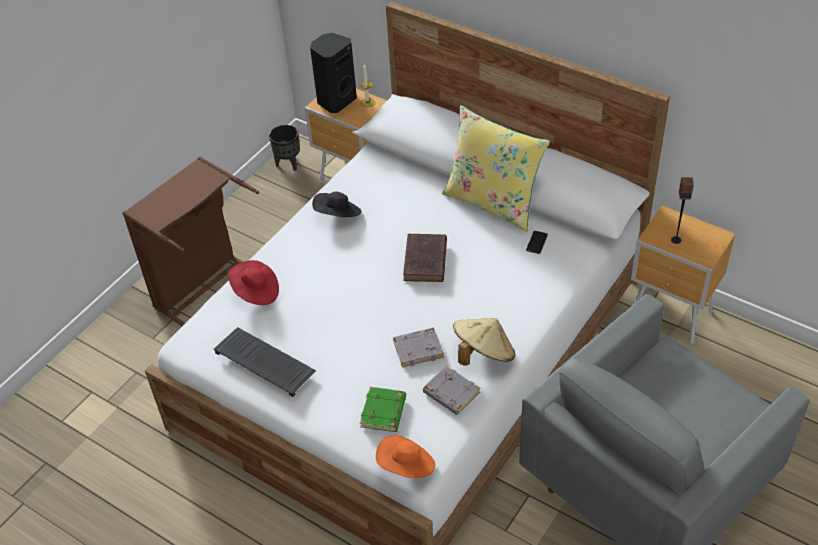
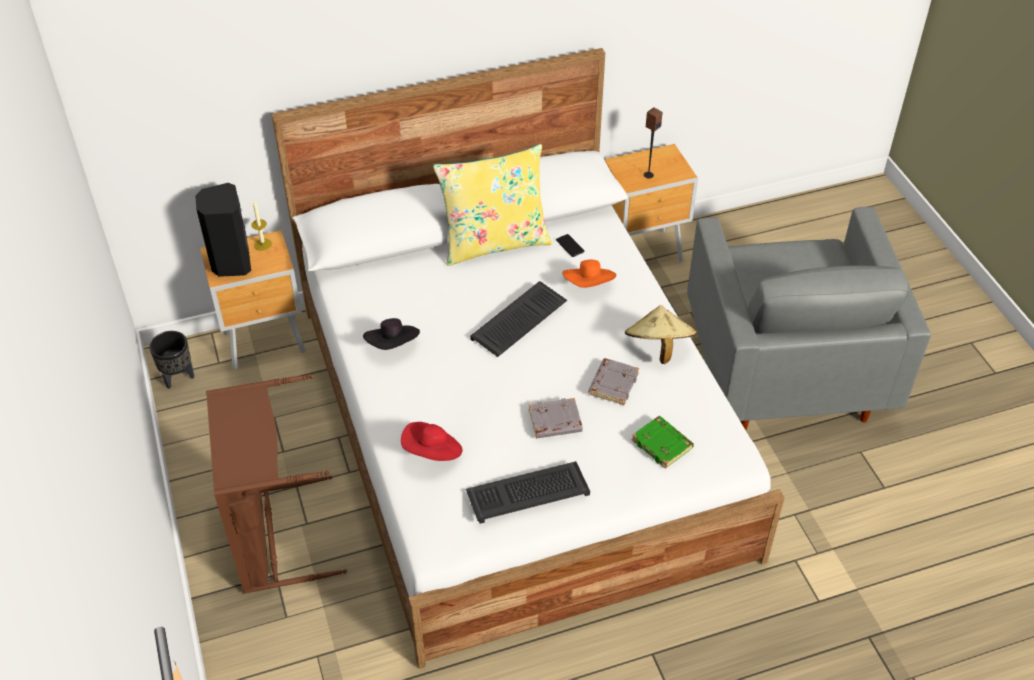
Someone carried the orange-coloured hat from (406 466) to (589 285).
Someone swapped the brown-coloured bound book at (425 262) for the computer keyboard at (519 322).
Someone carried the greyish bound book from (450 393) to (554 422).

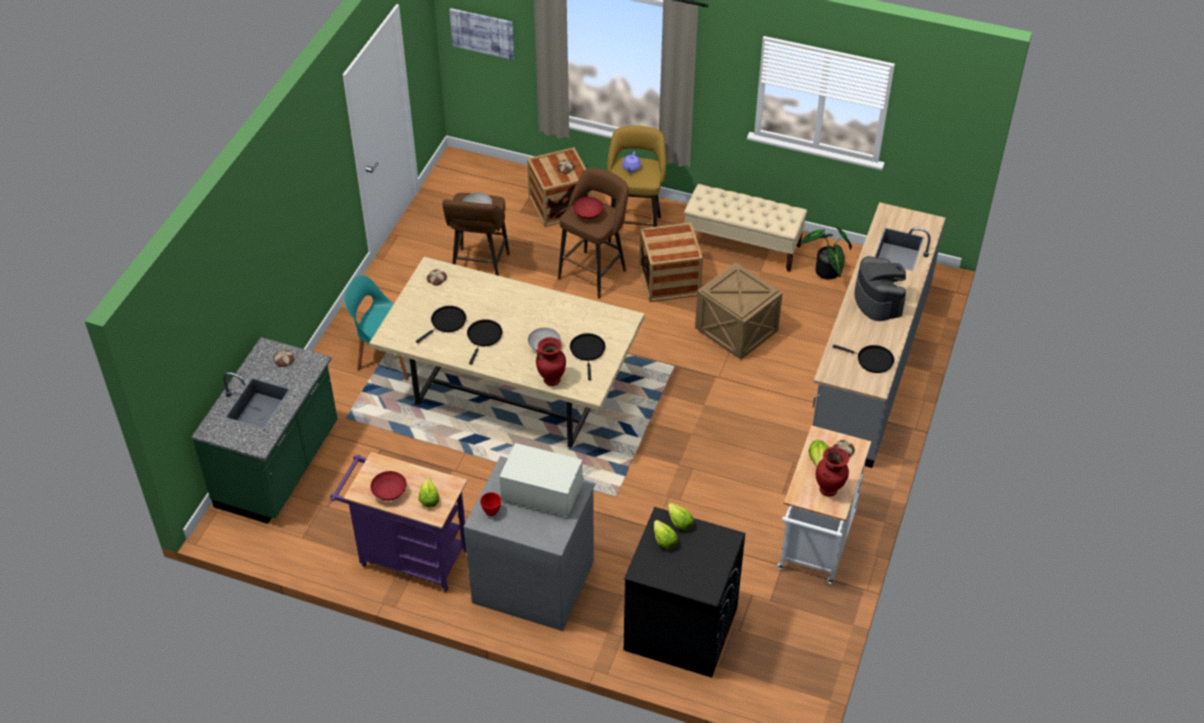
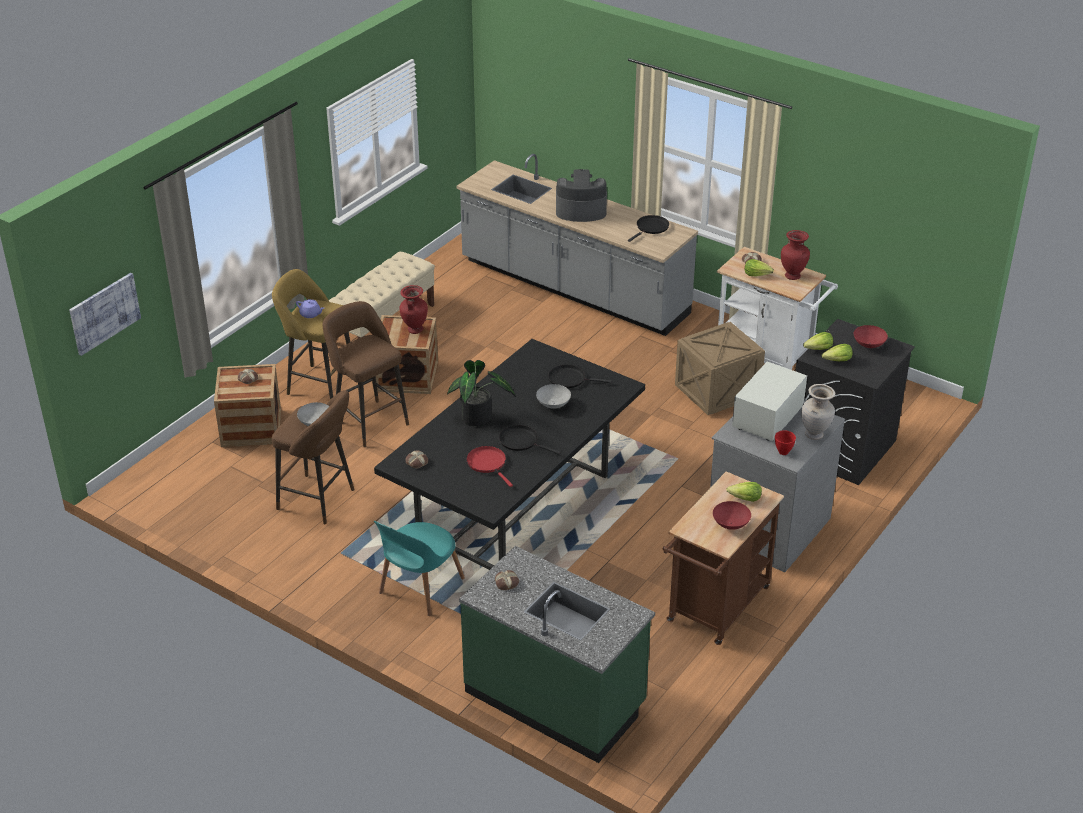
Someone repainted the purple-coloured wheeled cart at (408 557), which became the brown-coloured wheeled cart at (715 609).
Someone repainted the beige dinner table at (512 392), which became the black-coloured dinner table at (515 504).
Someone repainted the black-coloured pan at (446 322), which became the reddish pan at (488 463).
Someone carried the reddish vase from (551 380) to (414 330).
Someone carried the reddish bowl from (588 215) to (868 344).
Someone carried the packing crate from (737 331) to (718 391).
Someone carried the plant in a pot from (826 273) to (479 419).
Someone put down the beige vase at (815 435).

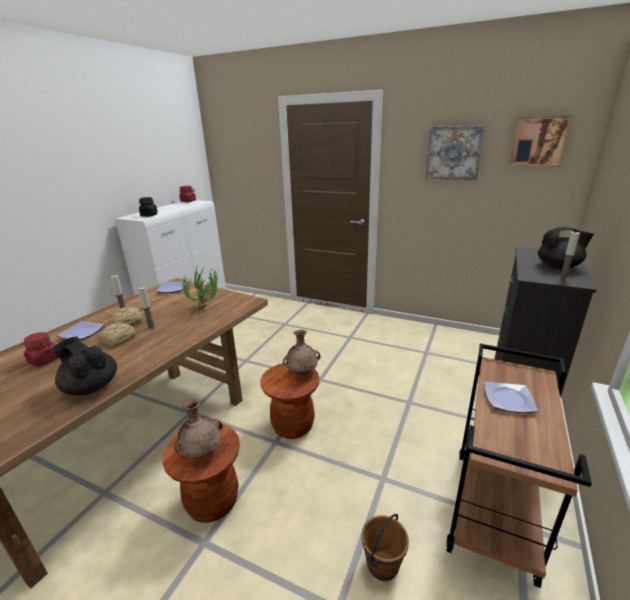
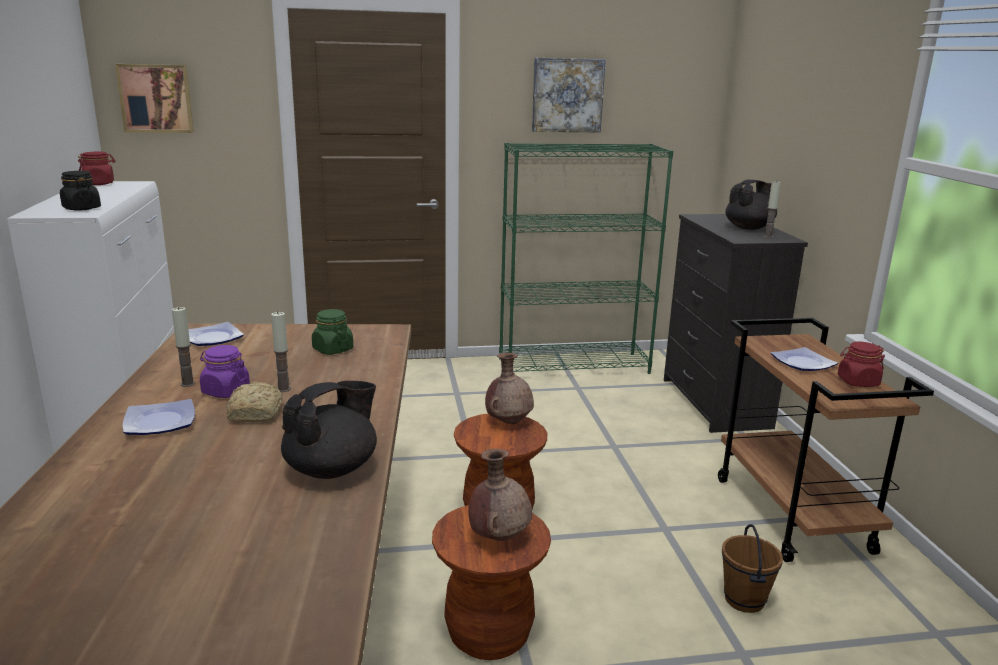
Someone carried the reddish preserve jar from (44 360) to (857 382).
Someone rotated the black-coloured pot for tea at (91 387) by 135 degrees clockwise.
Someone swapped the bread at (129 322) for the purple-coloured preserve jar at (225 391).
Someone swapped the plant in a pot at (207 307) for the greenish preserve jar at (332 349).
Someone carried the wall art from (538 141) to (156 98).
Someone put down the greenish shelving unit at (574 365).

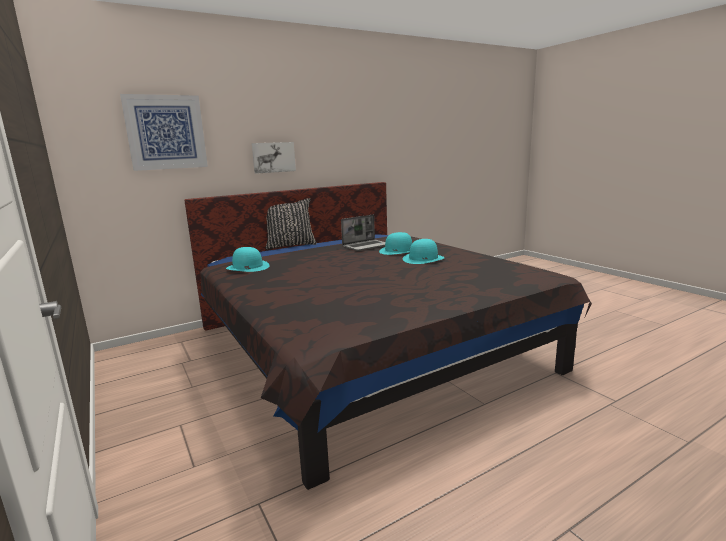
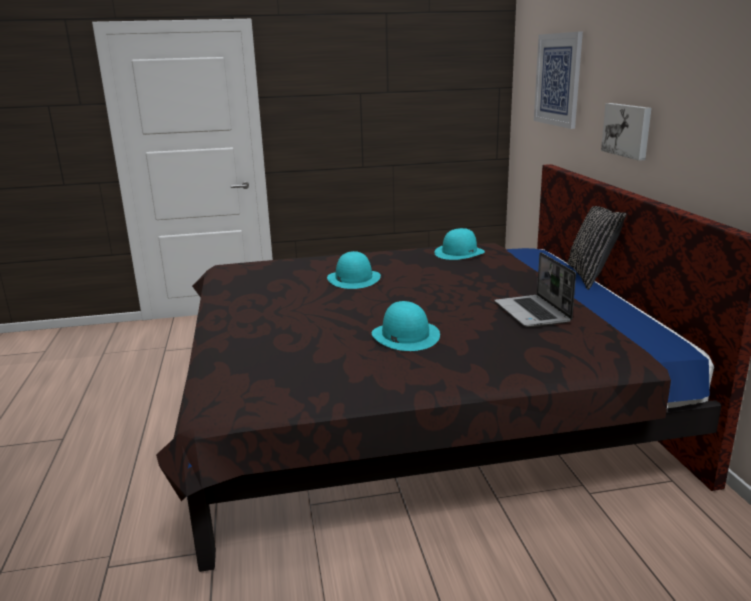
Someone carried the turquoise-coloured hat from (398 251) to (353 279).

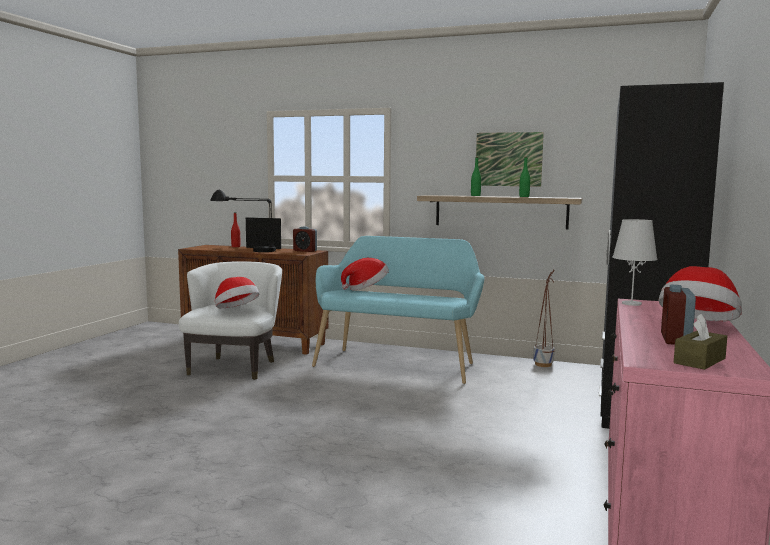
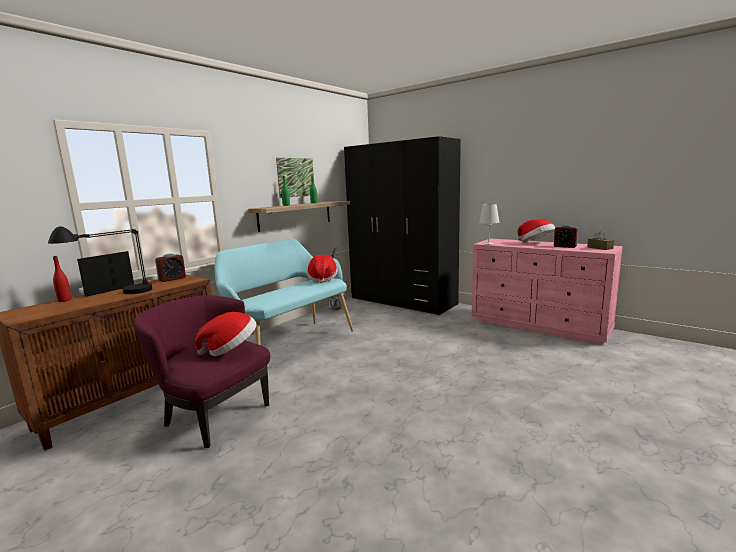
Someone repainted the white easy chair at (235 367), which became the purple-coloured easy chair at (214 415).
Someone carried the hat from (366 289) to (322 279).

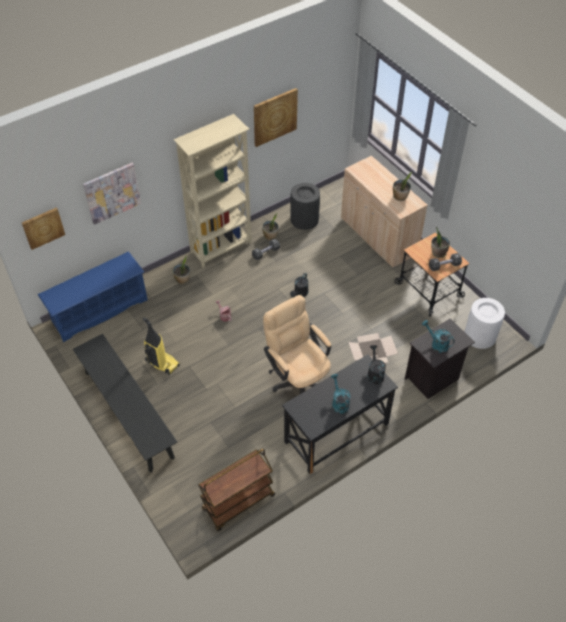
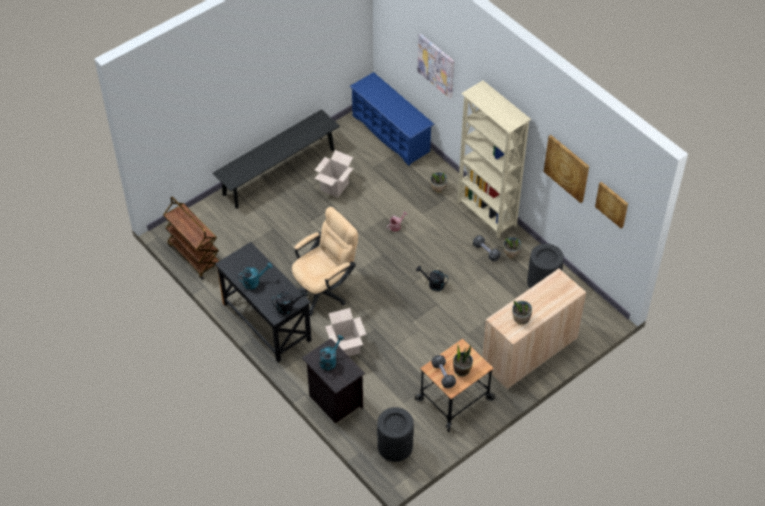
Someone carried the wall art from (43 227) to (612 204).
Someone swapped the vacuum at (162 364) for the cardboard box at (334 187).
Someone repainted the white rubbish bin at (480 336), which became the black-coloured rubbish bin at (395 446).

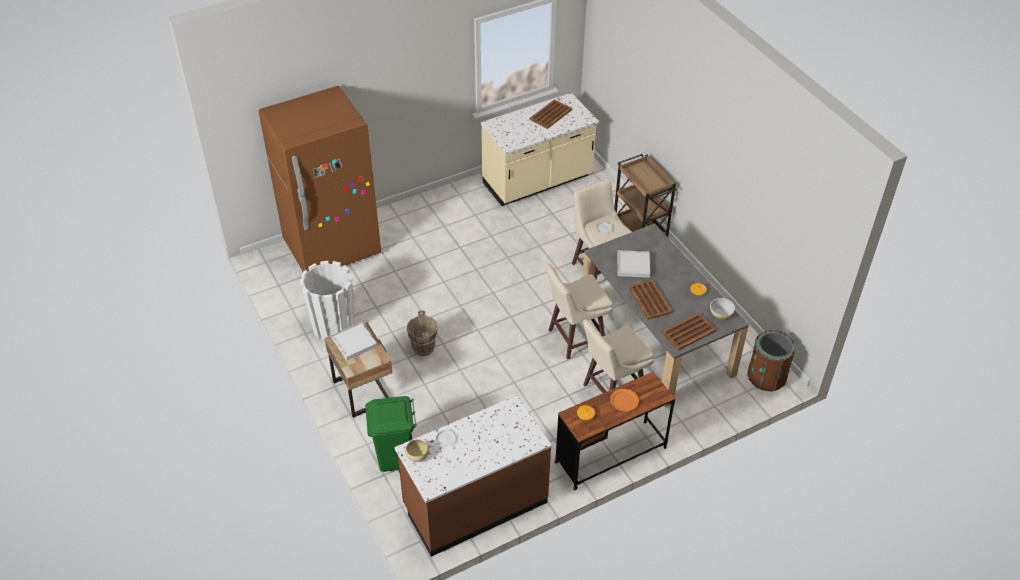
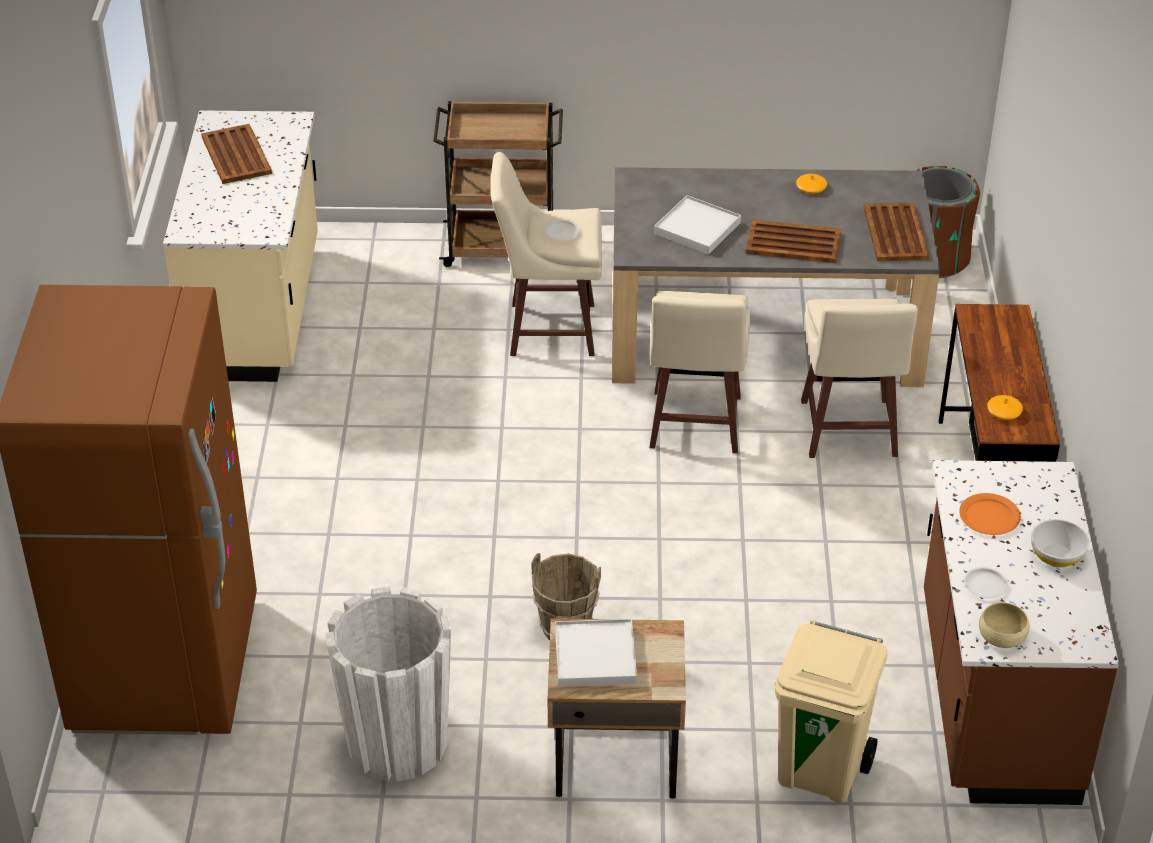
Someone repainted the greenish rubbish bin at (395 458), which became the beige rubbish bin at (821 771).
Someone carried the orange-coloured flat dish from (624 401) to (989 517).
Someone carried the white bowl from (721 314) to (1056 556).

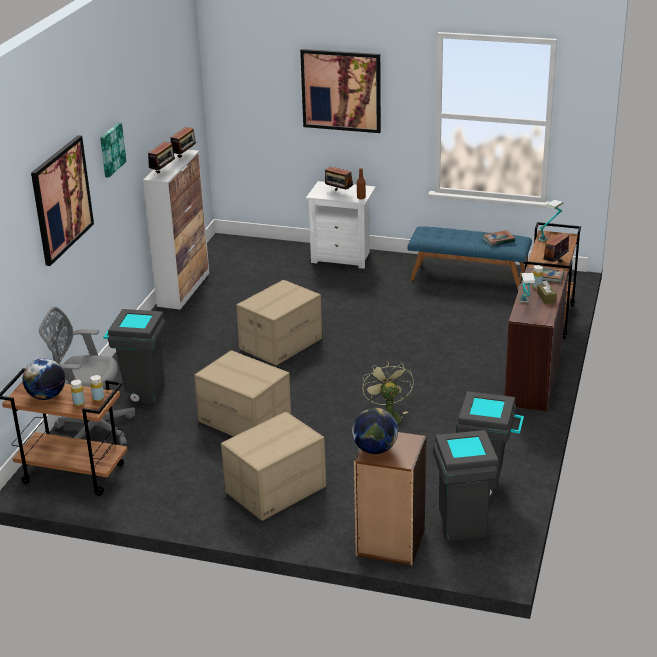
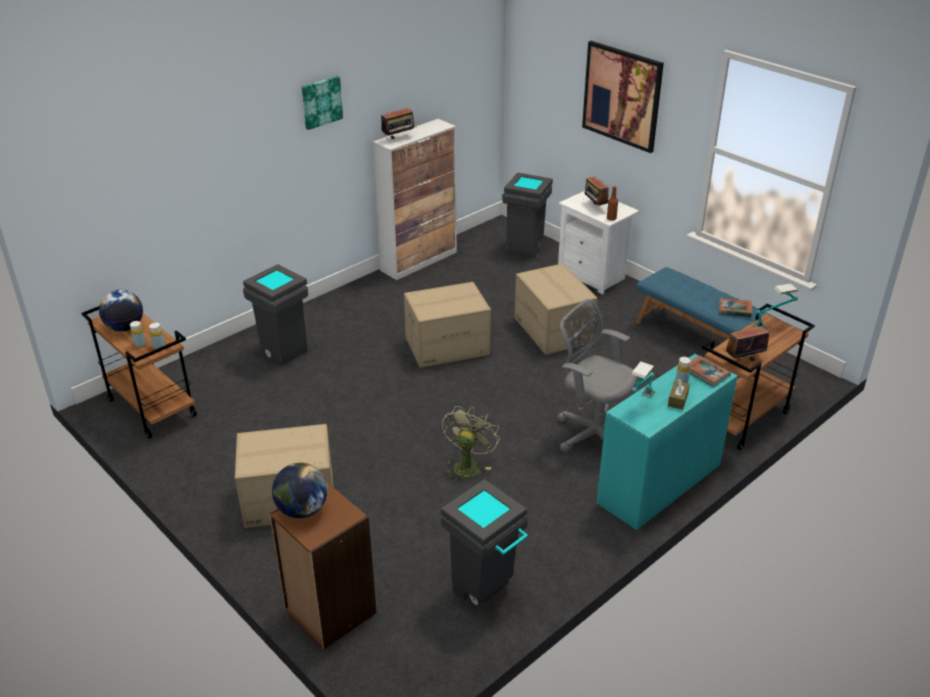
Someone took away the wall art at (61 199).
Someone carried the greyish computer chair from (92 428) to (593 435).
Someone took away the radio at (185 156).
Someone carried the cardboard box from (245 420) to (553 330).
Someone carried the greyish rubbish bin from (461 527) to (525 248).
Someone repainted the brown-coloured desk at (532 378), which became the turquoise-coloured desk at (658 483).

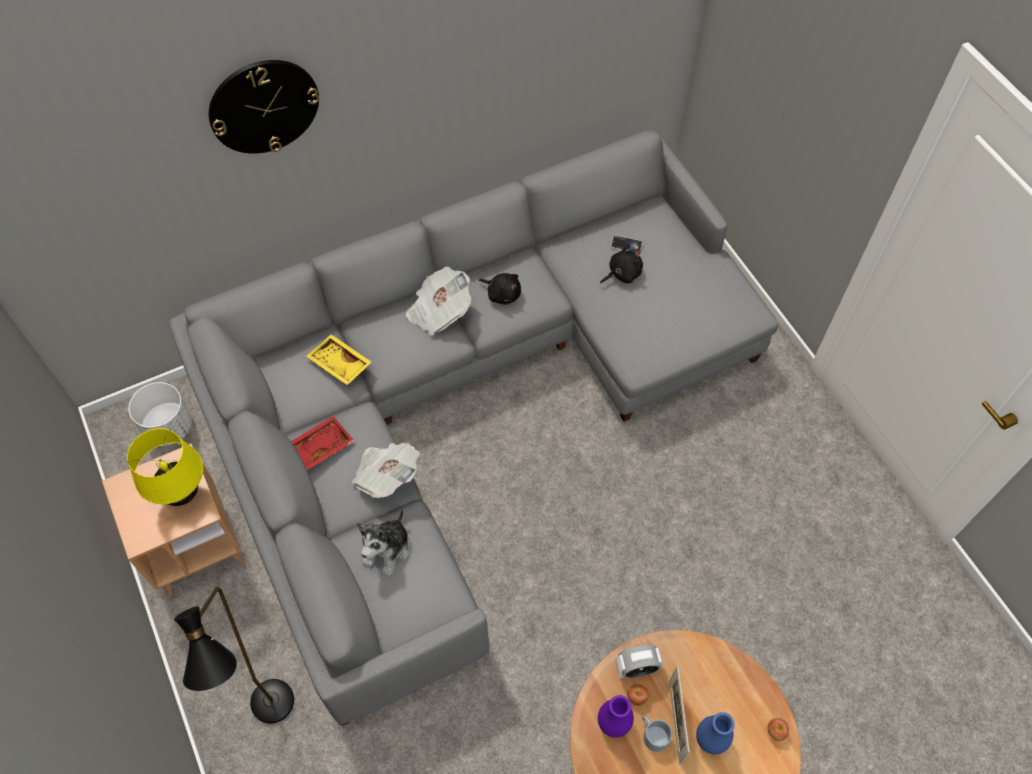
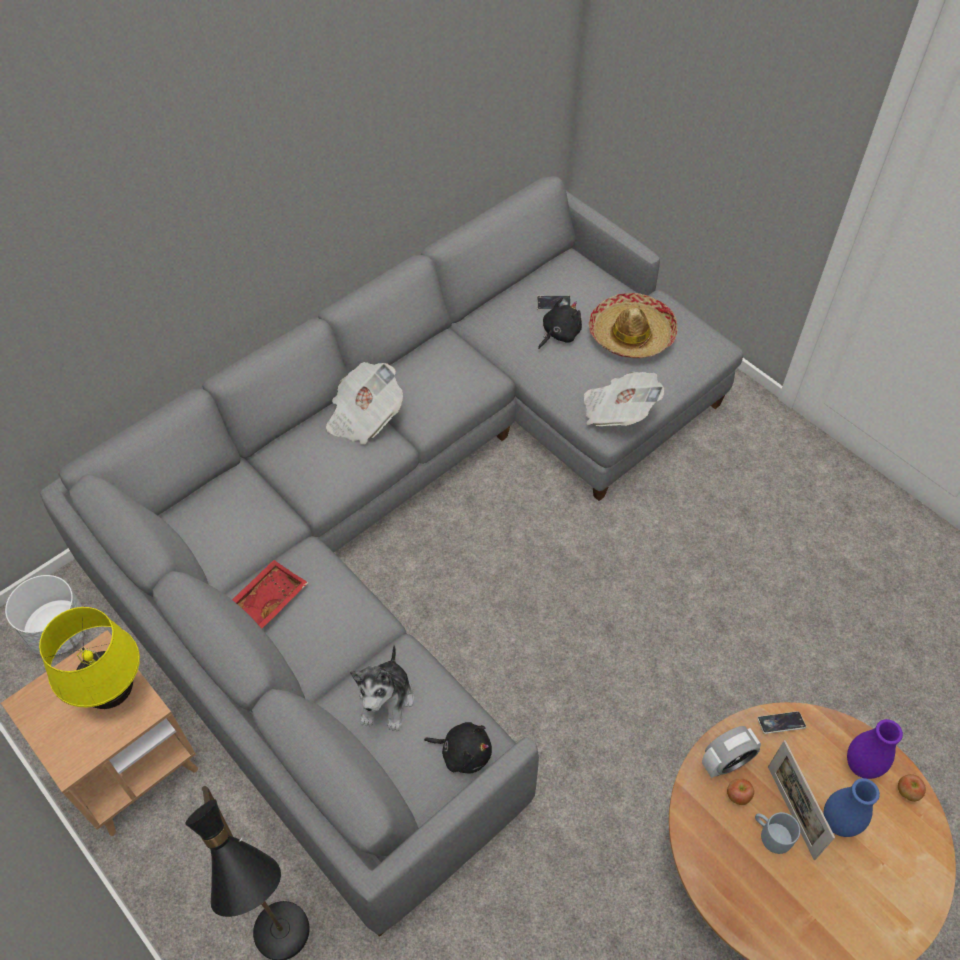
Someone took away the clock on the wall at (264 106).
Someone took away the yellow carrying tray at (339 364).
Someone carried the newspaper from (387 475) to (618 412).
Someone carried the black-coloured soft toy from (502 294) to (463 752).
Someone carried the purple-coloured vase from (613 724) to (861 766).
Someone put down the hat at (631 334).
Someone put down the phone at (780 723).

